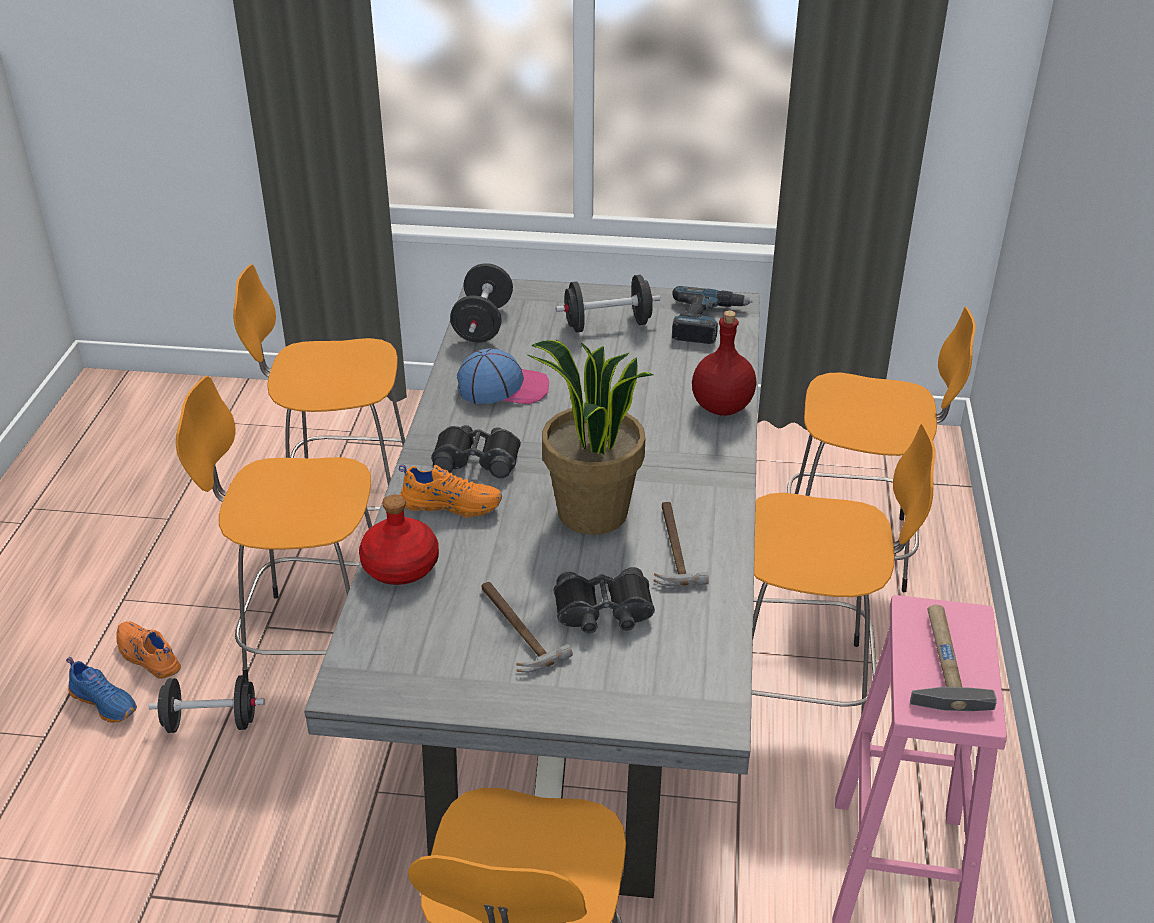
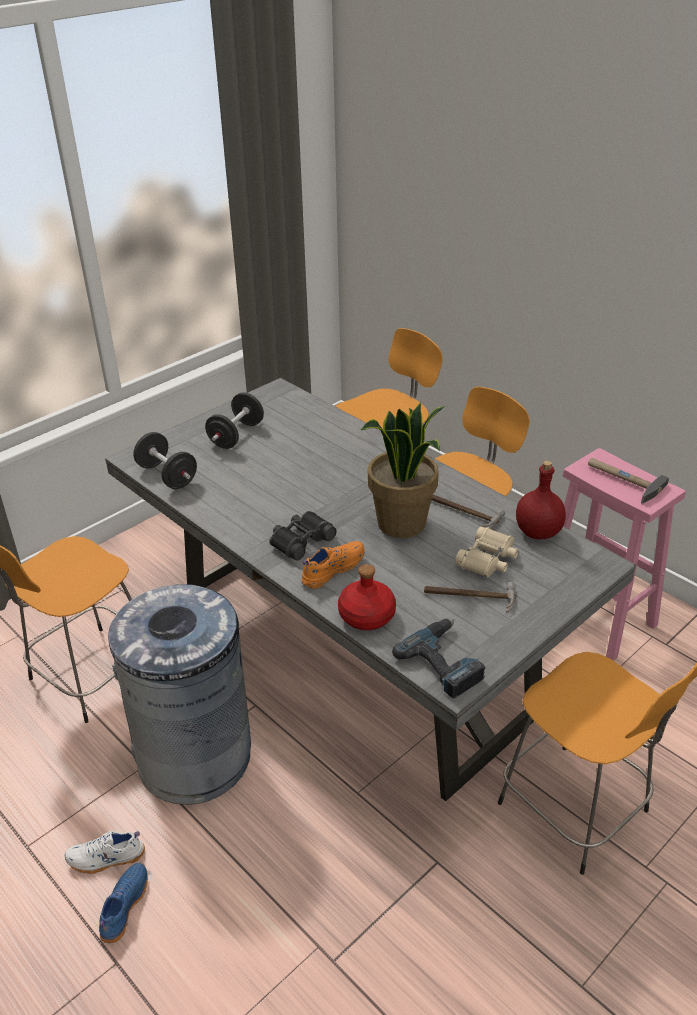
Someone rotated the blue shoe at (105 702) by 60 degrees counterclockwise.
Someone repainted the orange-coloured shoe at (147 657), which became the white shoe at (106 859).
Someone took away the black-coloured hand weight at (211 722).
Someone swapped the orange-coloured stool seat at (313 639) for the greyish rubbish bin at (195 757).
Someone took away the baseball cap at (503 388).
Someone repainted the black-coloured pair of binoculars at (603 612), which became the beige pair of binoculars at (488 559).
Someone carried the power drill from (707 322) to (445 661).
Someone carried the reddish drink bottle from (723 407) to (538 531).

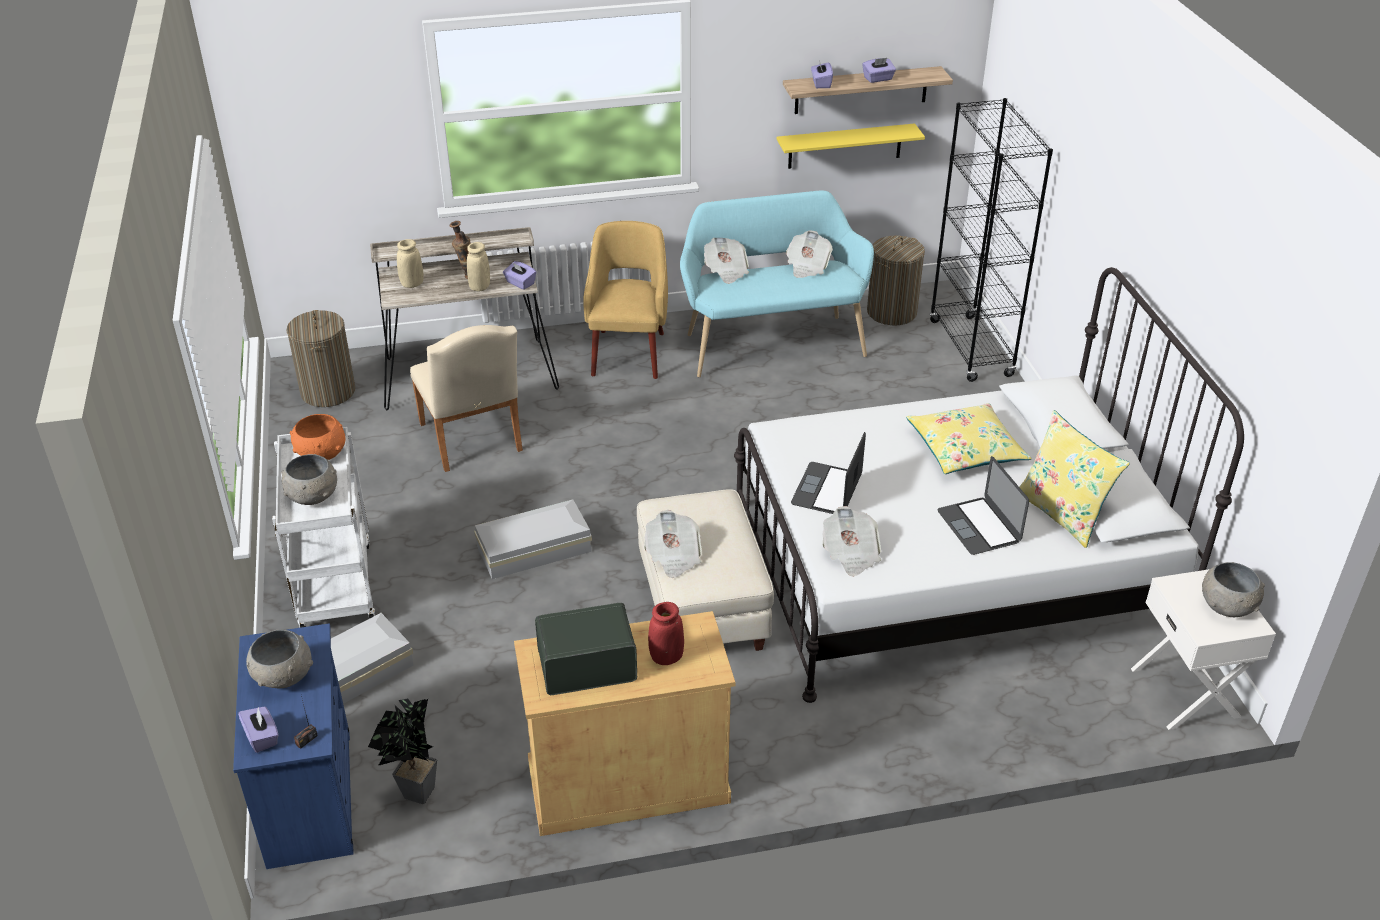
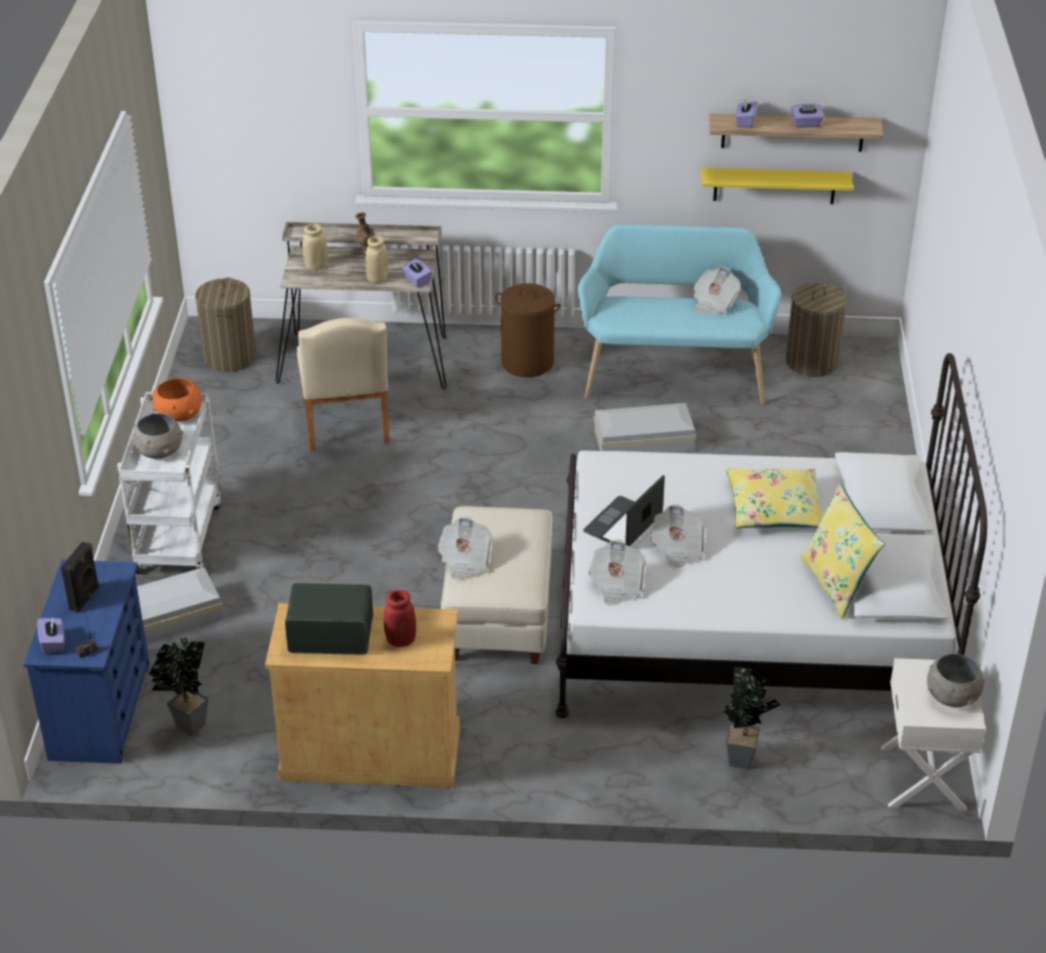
Someone swapped the greyish bowl at (283 676) for the black-coloured audio speaker at (85 598).
Someone carried the white storage box from (536 550) to (645 441).
Someone swapped the yellow easy chair at (629 352) for the brown-coloured washing basket at (528 362).
Someone carried the newspaper from (726 271) to (677 549).
Someone took away the black-coloured shelving unit at (971 349).
Someone took away the notebook computer at (979 526).
Someone put down the plant in a pot at (743 757).

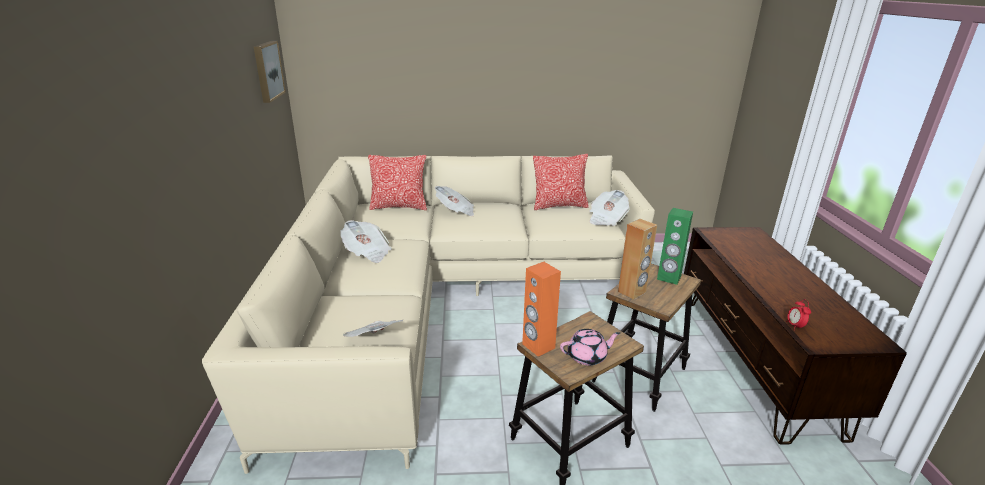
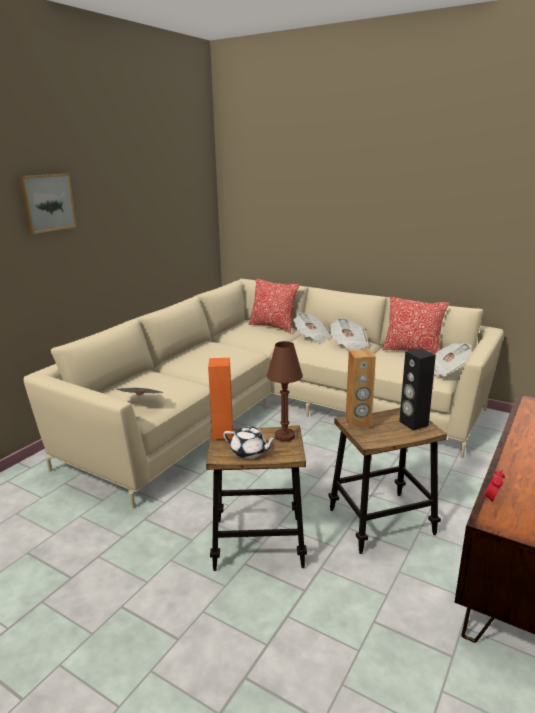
Someone carried the wall art from (267 71) to (47 202).
Someone carried the newspaper from (367 253) to (348 345).
Someone repainted the pinkish pot for tea at (587 356), which became the white pot for tea at (249 452).
Someone repainted the greenish audio speaker at (668 278), which became the black-coloured audio speaker at (413 423).
Someone put down the brown-coloured table lamp at (284 436).

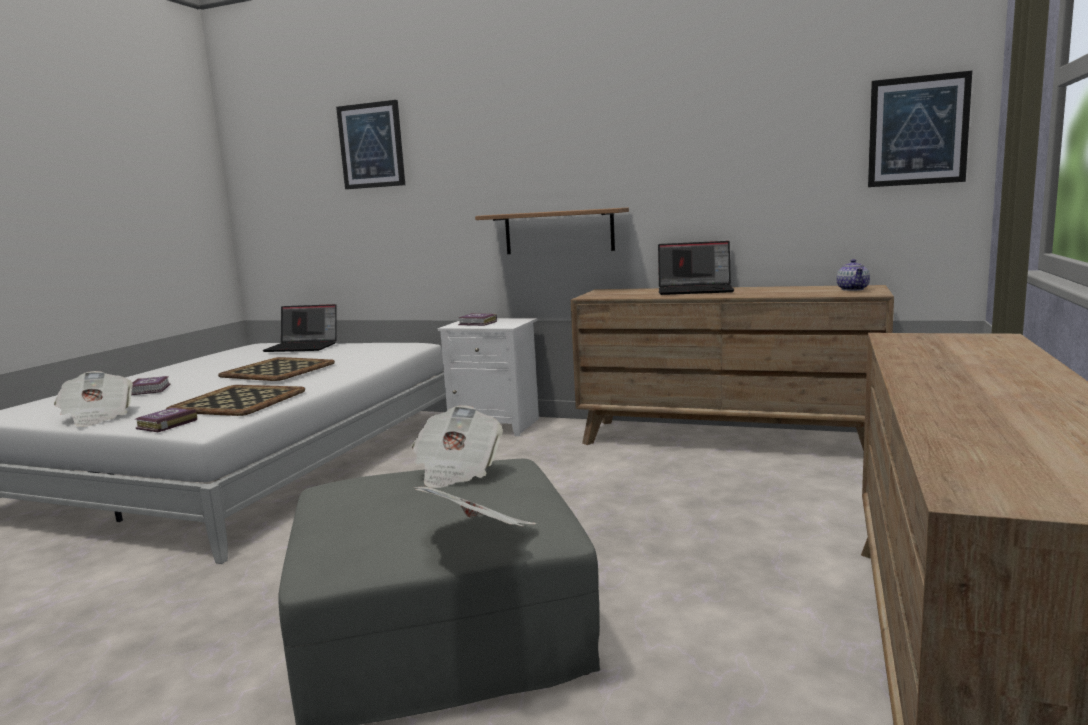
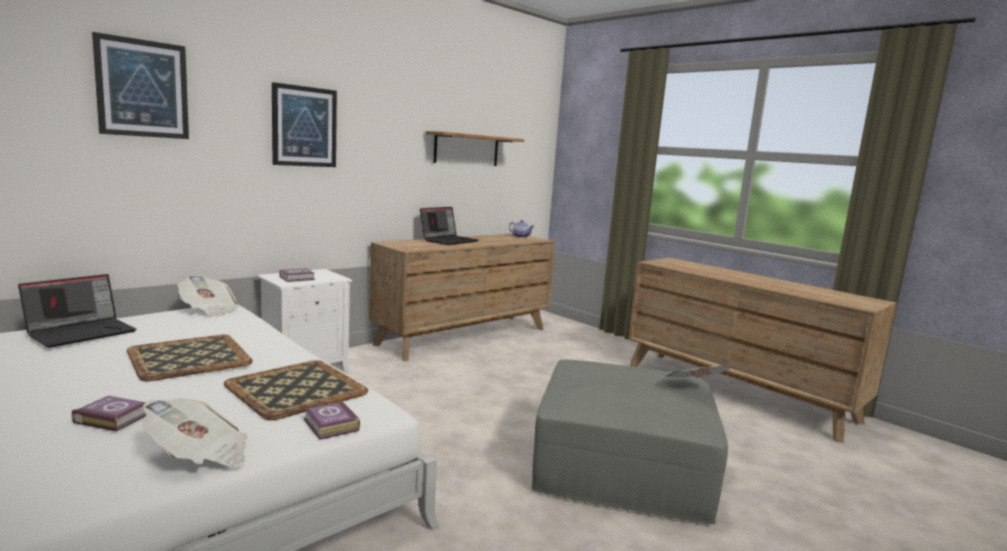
Someone carried the newspaper from (457 470) to (208 310).
Someone carried the shelf from (558 232) to (466 149).
Someone carried the wall art from (917 131) to (304 126).

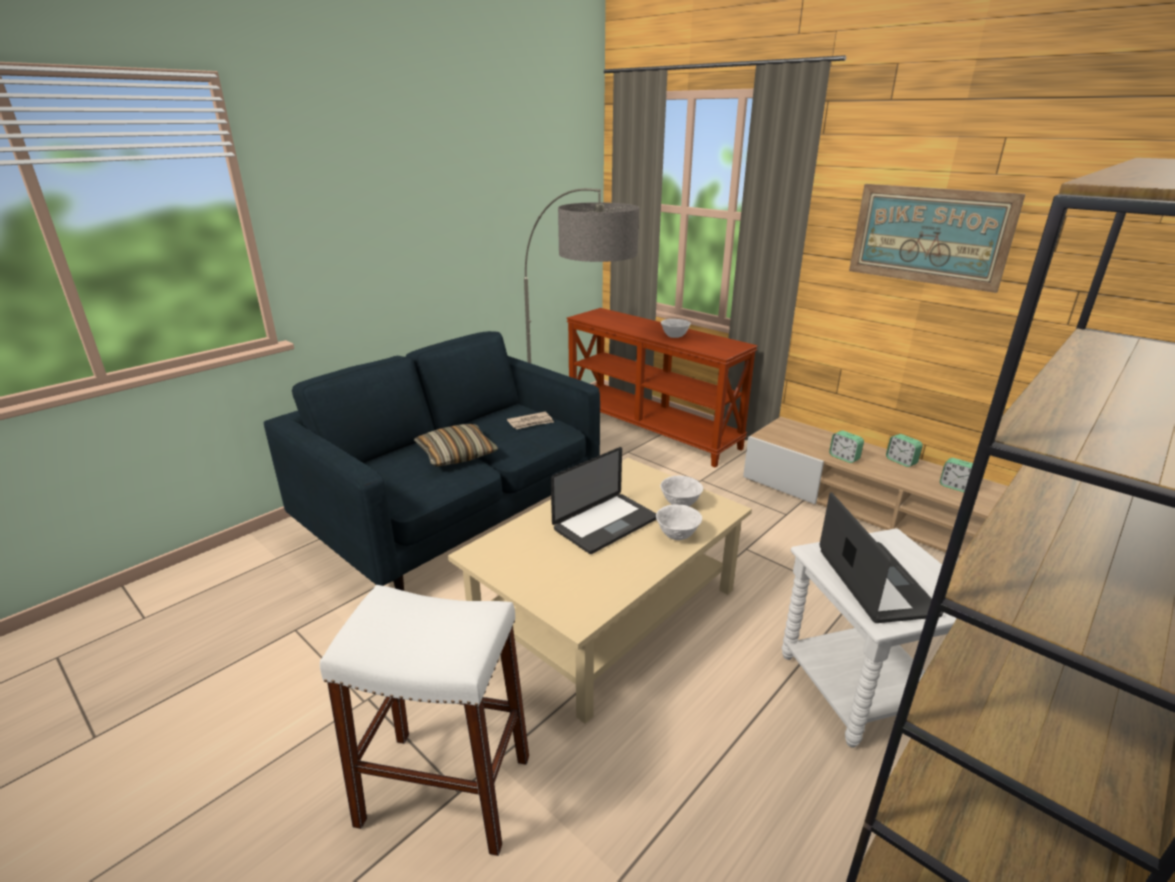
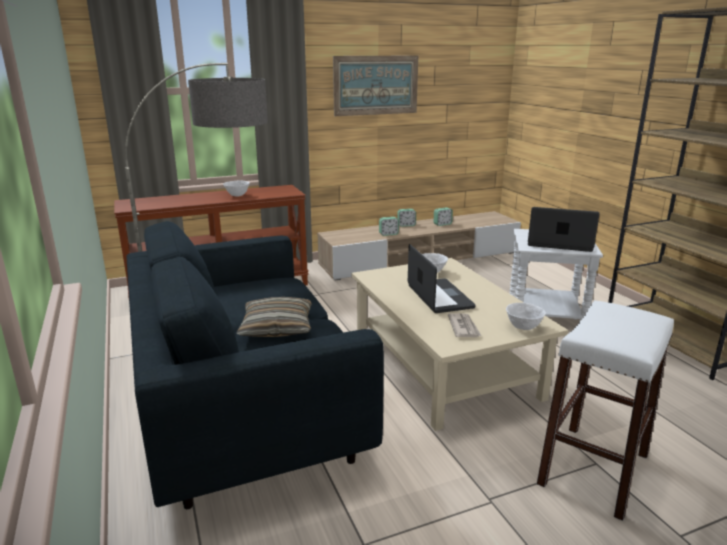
Someone carried the newspaper from (531 422) to (463 327).
Someone carried the white bowl from (677 535) to (523 327).

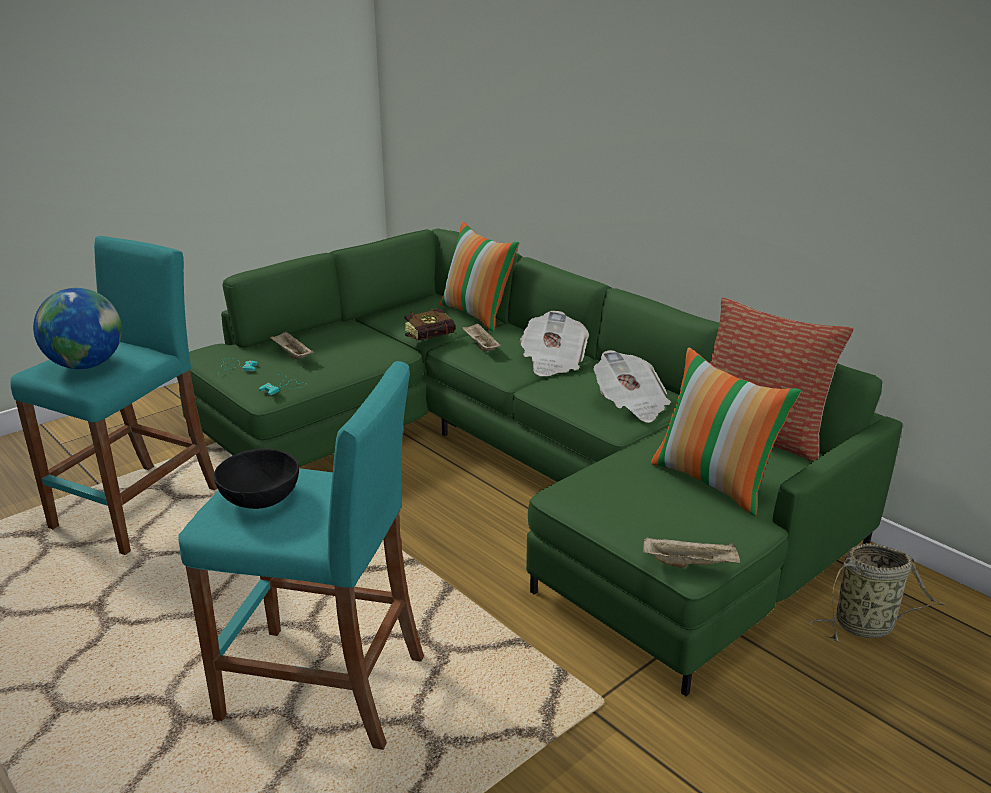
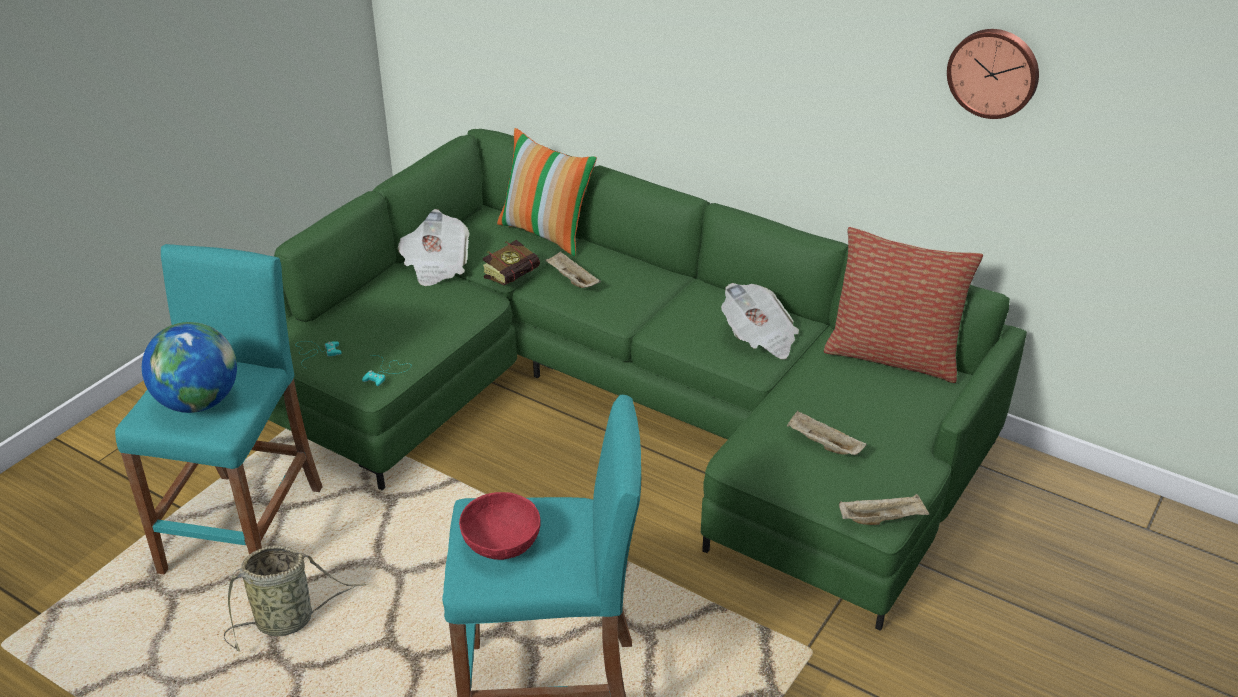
Someone repainted the black-coloured bowl at (260 498), which became the reddish bowl at (501 544).
Someone carried the beige carrying tray from (291 354) to (822 445).
Someone carried the newspaper from (552 362) to (435 265).
Someone took away the throw pillow at (714 481).
Someone carried the basket from (867 625) to (289 620).
Someone put up the clock on the wall at (994 72).

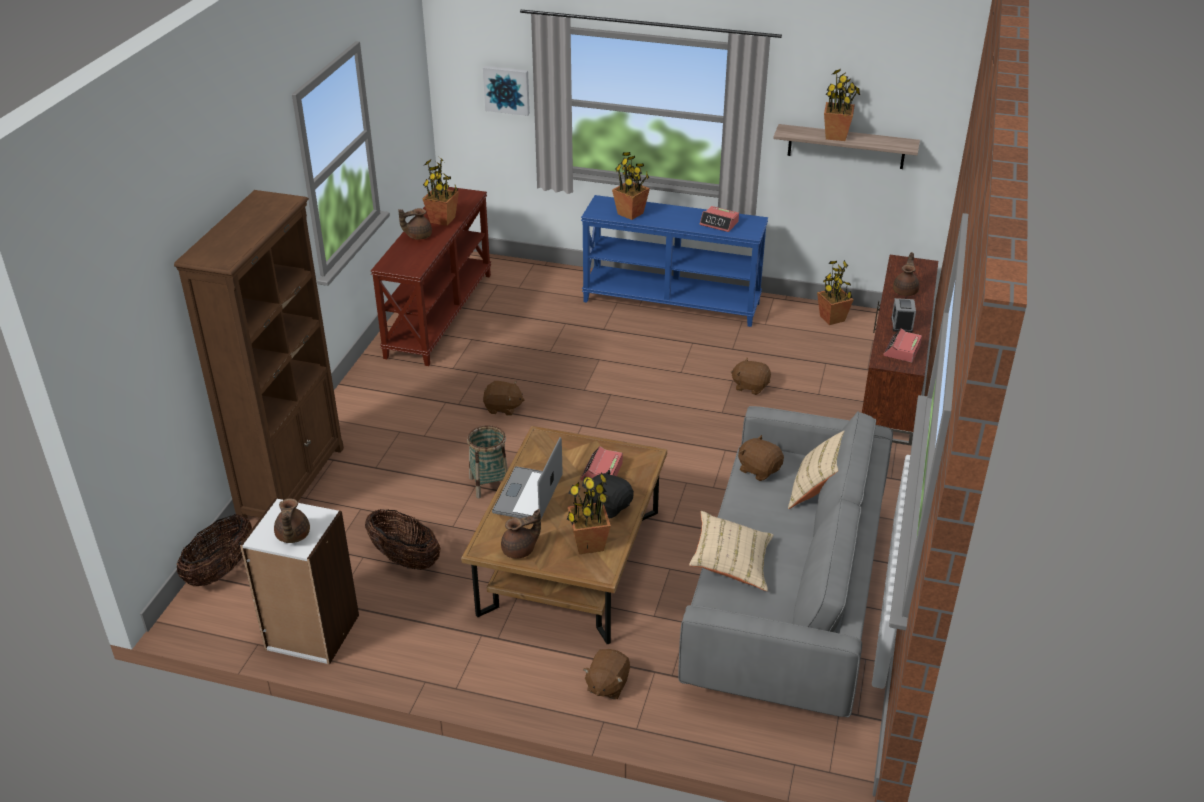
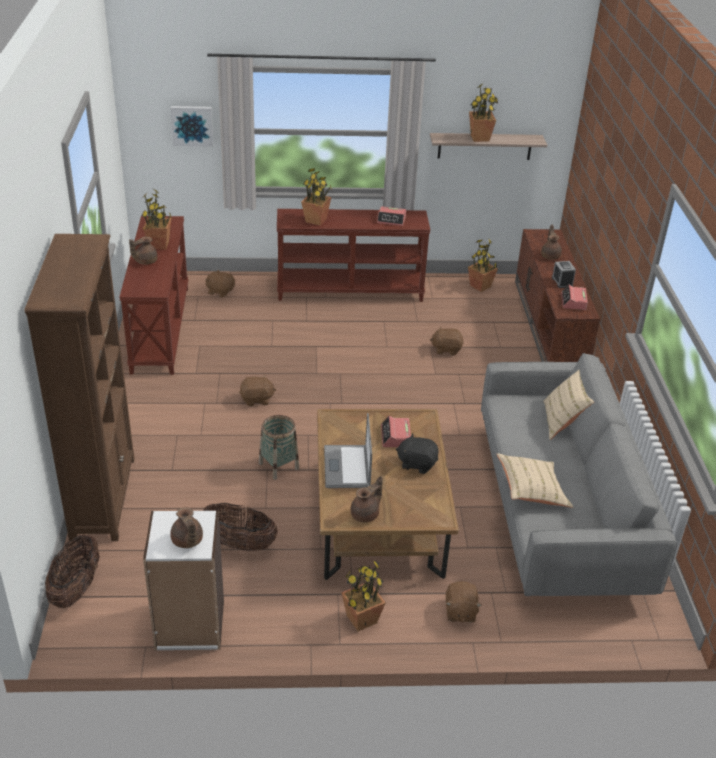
Someone carried the plant in a pot from (588 544) to (361 619).
Someone repainted the blue narrow table at (672 302), which became the brown-coloured narrow table at (350 290).
Someone carried the brown-coloured soft toy from (759 469) to (220 291).

